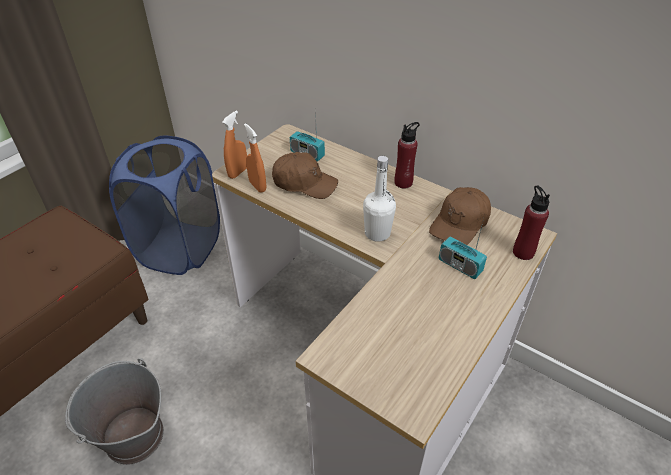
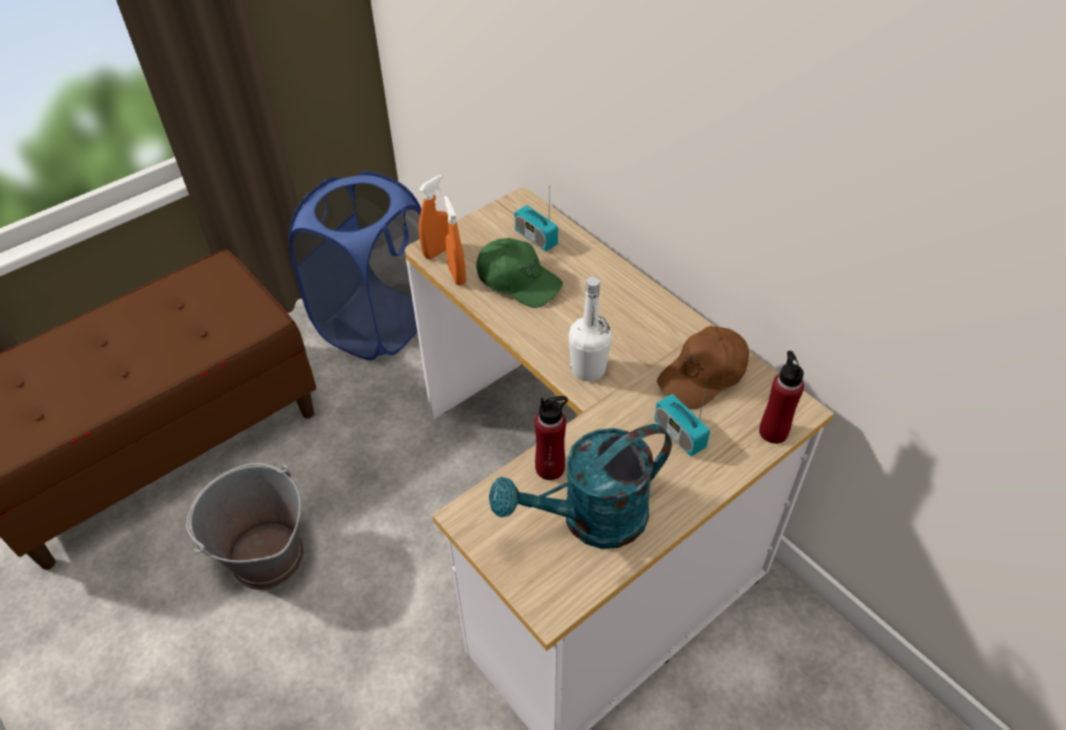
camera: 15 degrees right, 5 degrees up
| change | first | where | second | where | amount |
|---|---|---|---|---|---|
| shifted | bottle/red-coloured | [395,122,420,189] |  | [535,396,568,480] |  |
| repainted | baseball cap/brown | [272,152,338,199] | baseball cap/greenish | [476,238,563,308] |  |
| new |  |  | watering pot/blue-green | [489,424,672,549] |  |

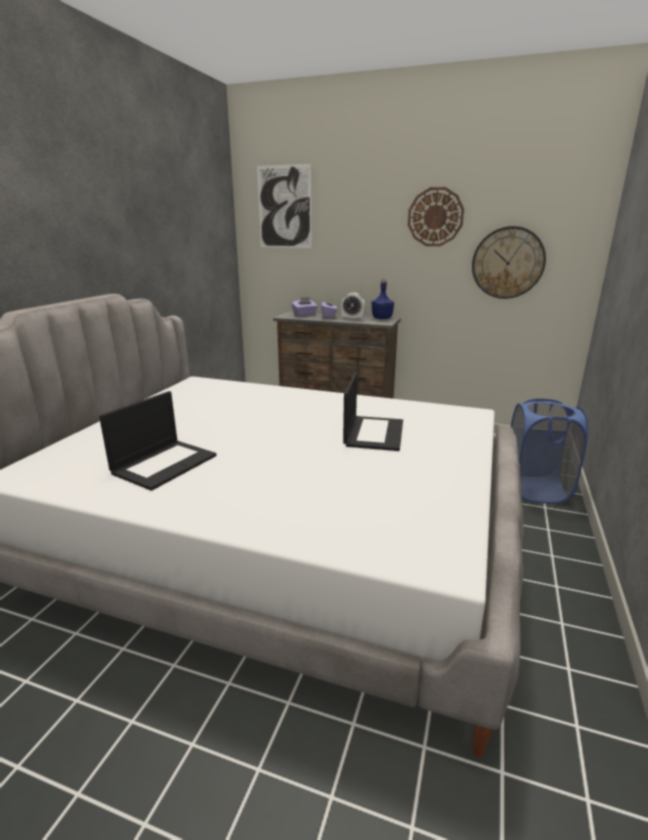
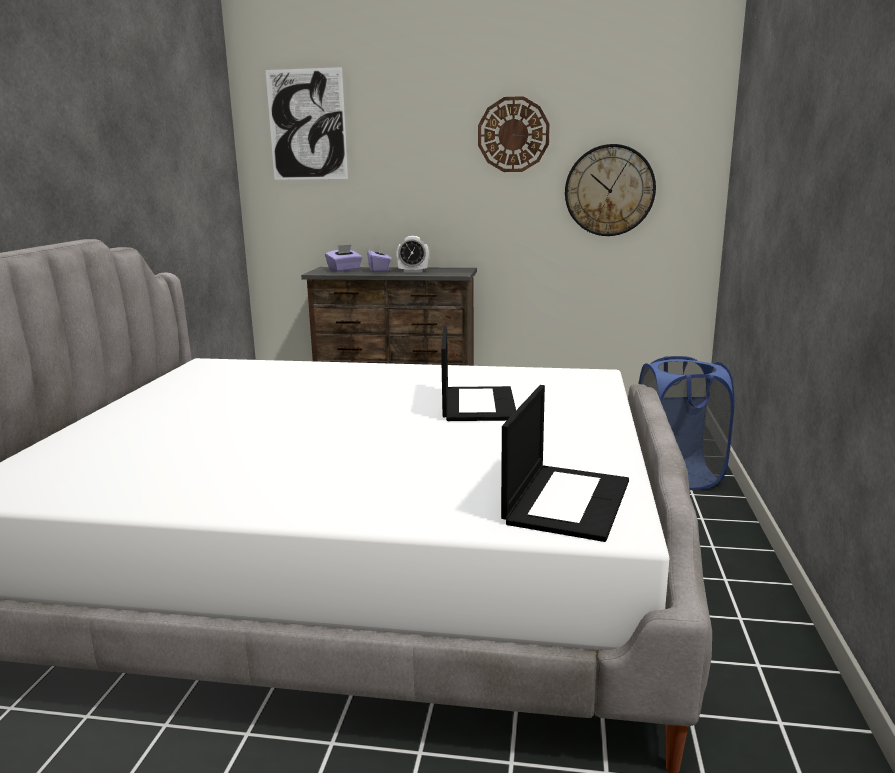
camera: 10 degrees left, 5 degrees down
| change | first | where | second | where | amount |
|---|---|---|---|---|---|
| gone | bottle/blue | [372,279,394,319] |  |  |  |
| shifted | portable computer | [99,391,217,491] |  | [501,385,629,542] |  |

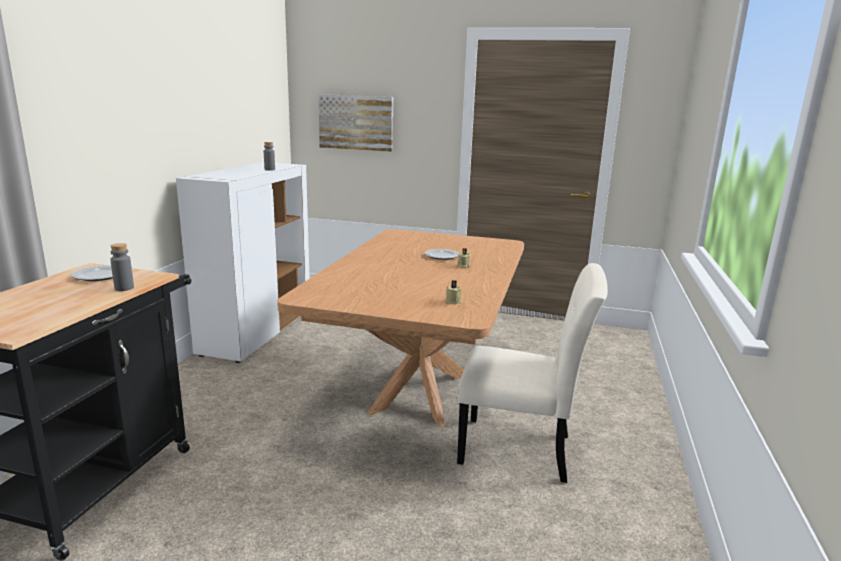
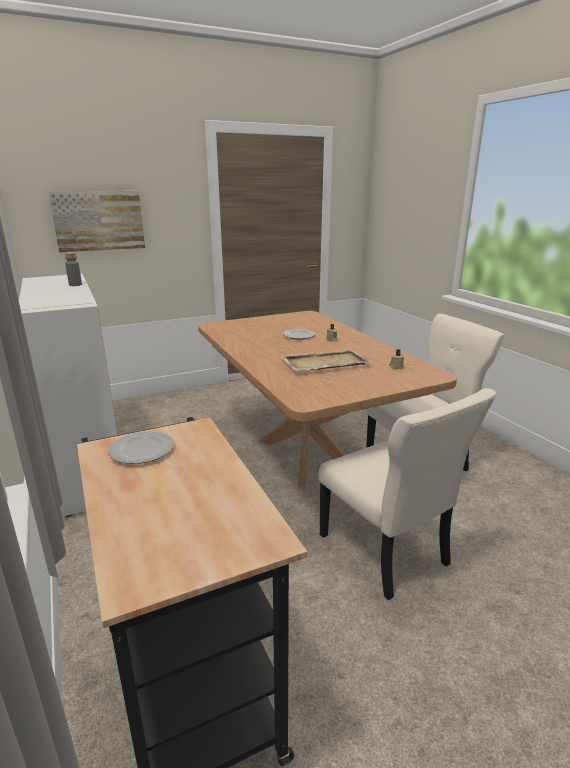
camera: 40 degrees left, 5 degrees up
| change | first | where | second | where | amount |
|---|---|---|---|---|---|
| gone | bottle/grey | [110,243,134,291] |  |  |  |
| new |  |  | tray/beige-coloured | [280,349,372,371] |  |
| new |  |  | upright chair/beige-coloured | [318,388,497,600] |  |

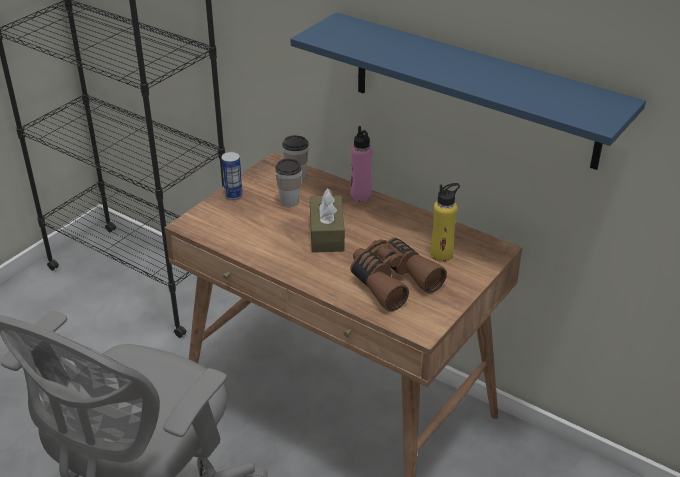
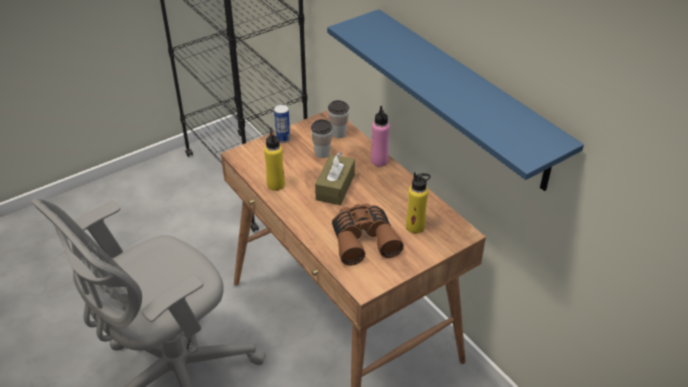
camera: 20 degrees right, 5 degrees up
| change | first | where | second | where | amount |
|---|---|---|---|---|---|
| new |  |  | bottle/yellow-coloured | [264,127,285,191] |  |

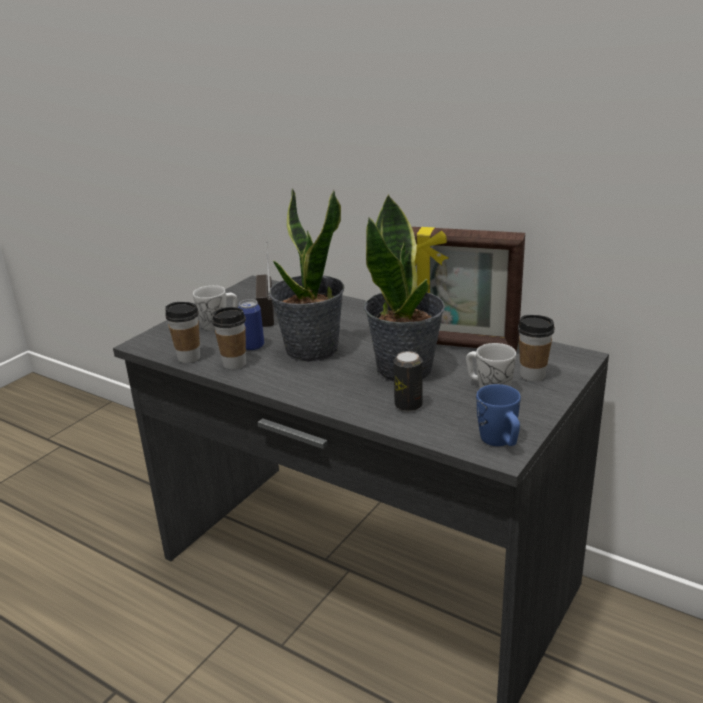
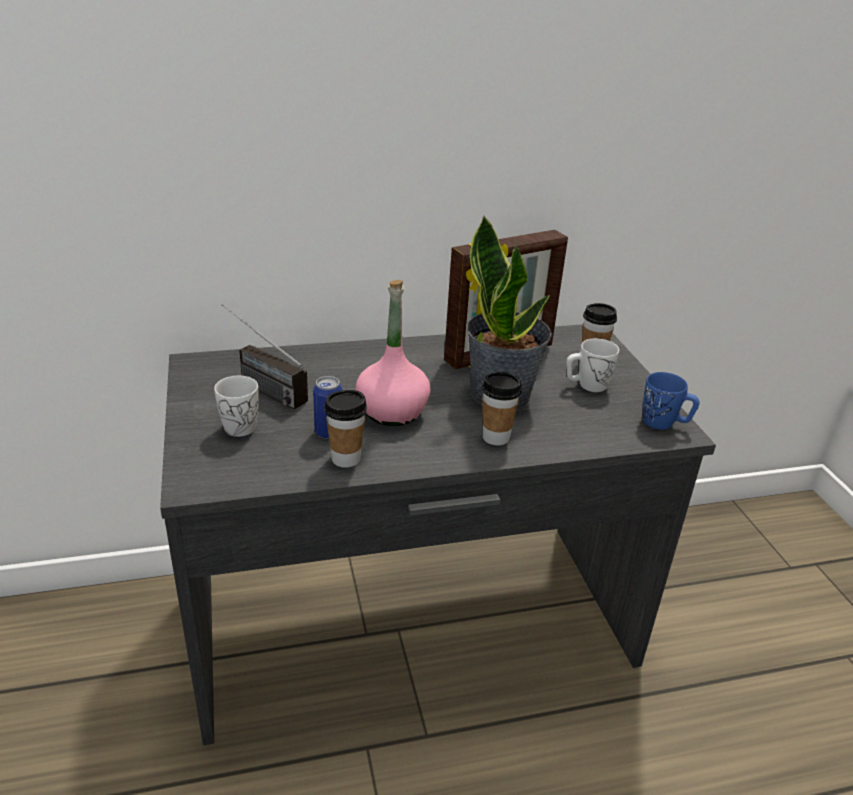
camera: 50 degrees left, 5 degrees up
| change | first | where | second | where | amount |
|---|---|---|---|---|---|
| swapped | houseplant | [269,188,344,362] | bottle/pink-coloured | [356,280,431,426] |  |
| shifted | drinking cup | [165,302,200,363] |  | [482,372,522,445] |  |
| gone | sealed can | [394,351,423,412] |  |  |  |

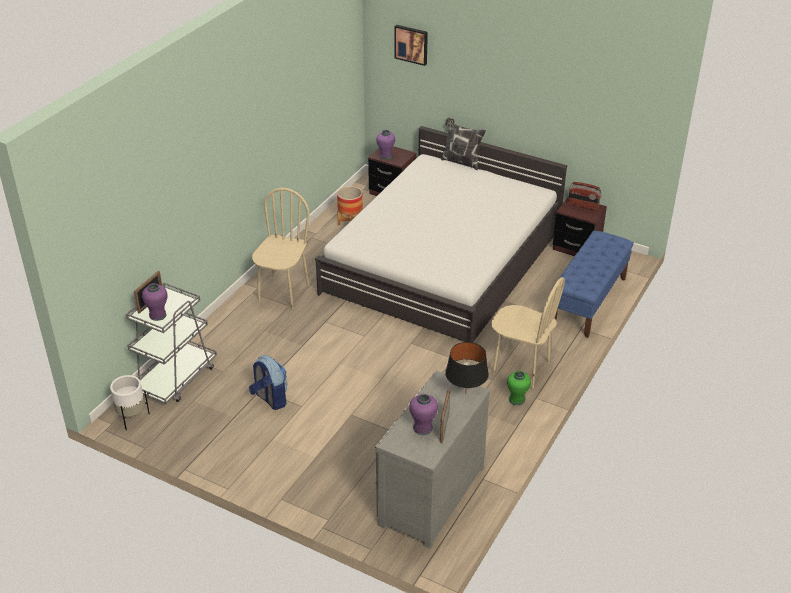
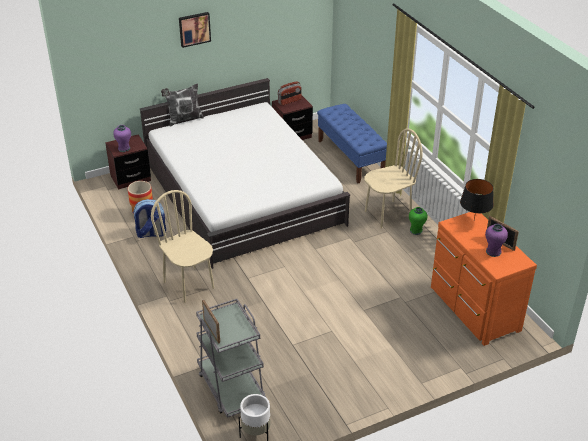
camera: 55 degrees left, 0 degrees up
| change | first | where | second | where | amount |
|---|---|---|---|---|---|
| shifted | picture | [394,25,428,66] |  | [179,12,211,48] |  |
| gone | vase/purple | [142,283,168,321] |  |  |  |
| shifted | knapsack | [249,355,288,410] |  | [133,199,166,238] |  |
| repainted | dresser/grey | [375,370,490,549] | dresser/orange-coloured | [431,212,537,346] |  |

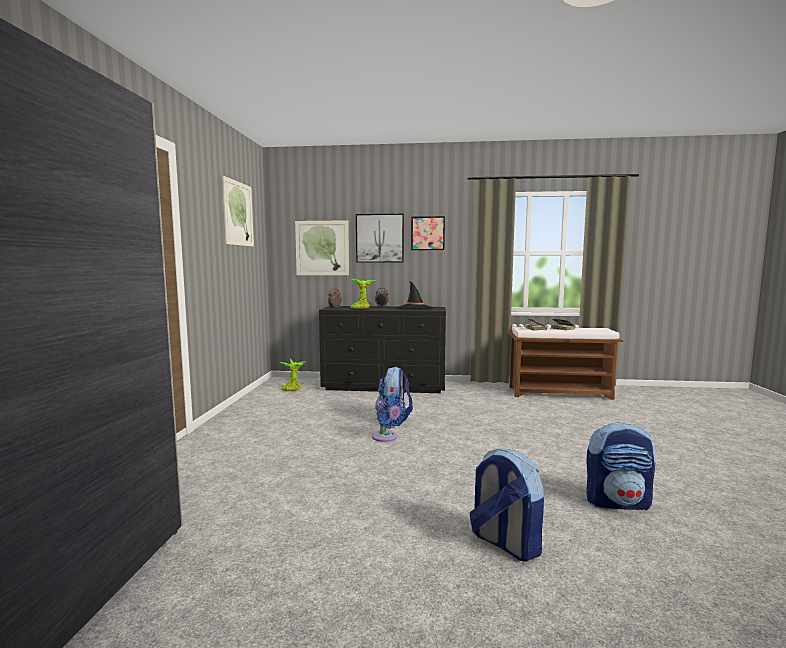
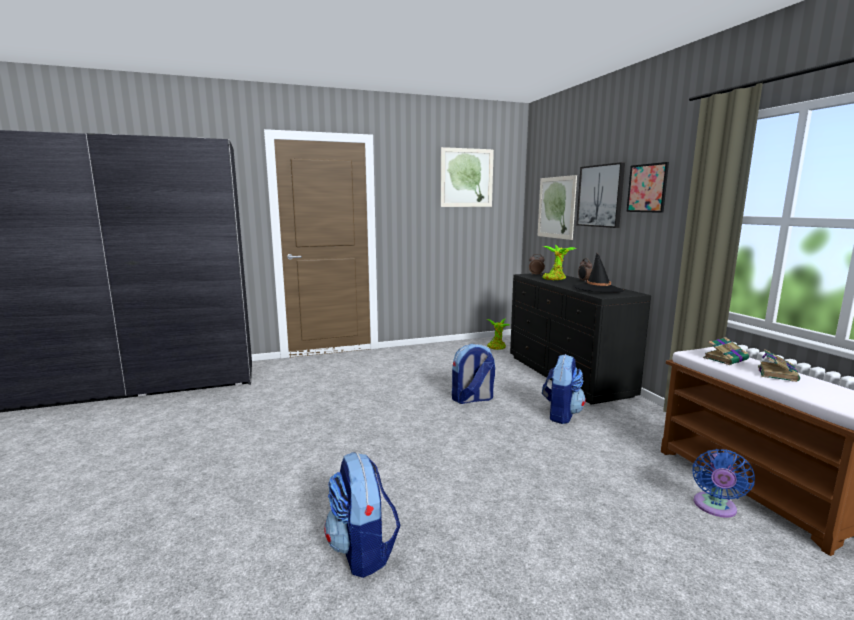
camera: 65 degrees right, 5 degrees up
| change | first | where | second | where | amount |
|---|---|---|---|---|---|
| shifted | electric fan/blue | [372,394,406,442] |  | [692,449,755,518] |  |
| shifted | knapsack | [469,449,544,562] |  | [542,354,586,424] |  |

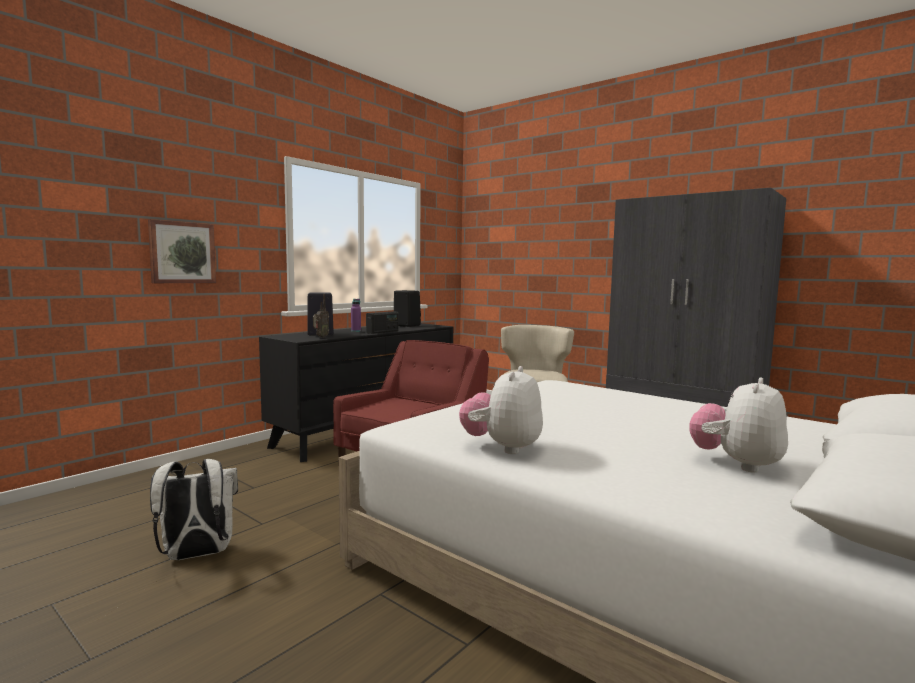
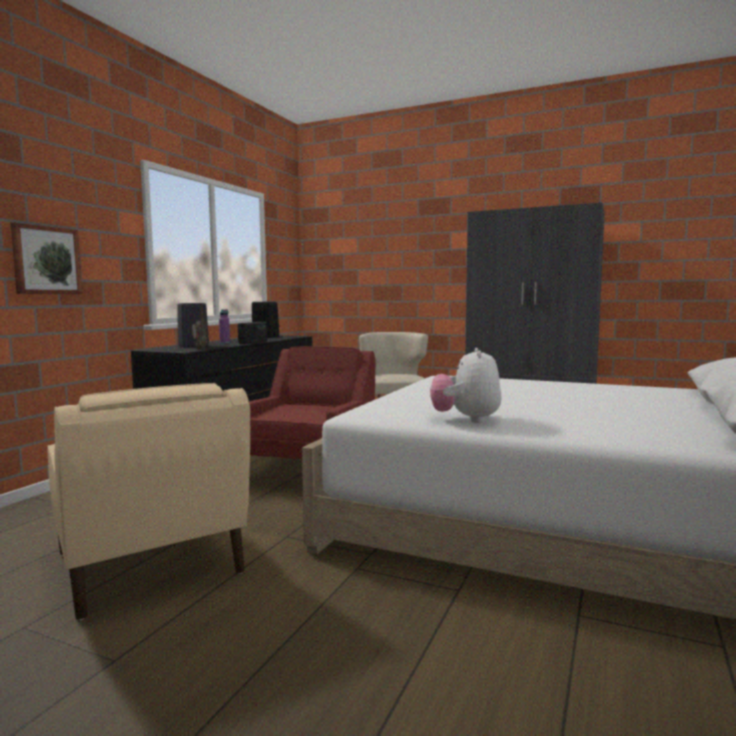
camera: 15 degrees left, 0 degrees up
| change | first | where | second | where | amount |
|---|---|---|---|---|---|
| gone | soft toy | [689,377,788,473] |  |  |  |
| swapped | knapsack/white-coloured | [150,459,238,560] | lounge chair/beige-coloured | [47,383,250,620] |  |

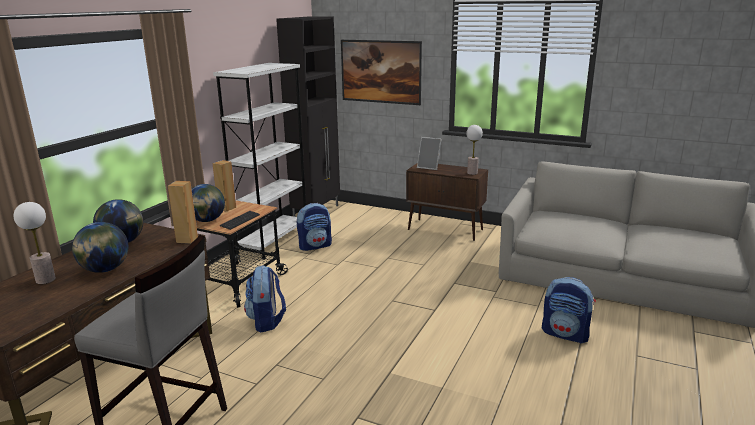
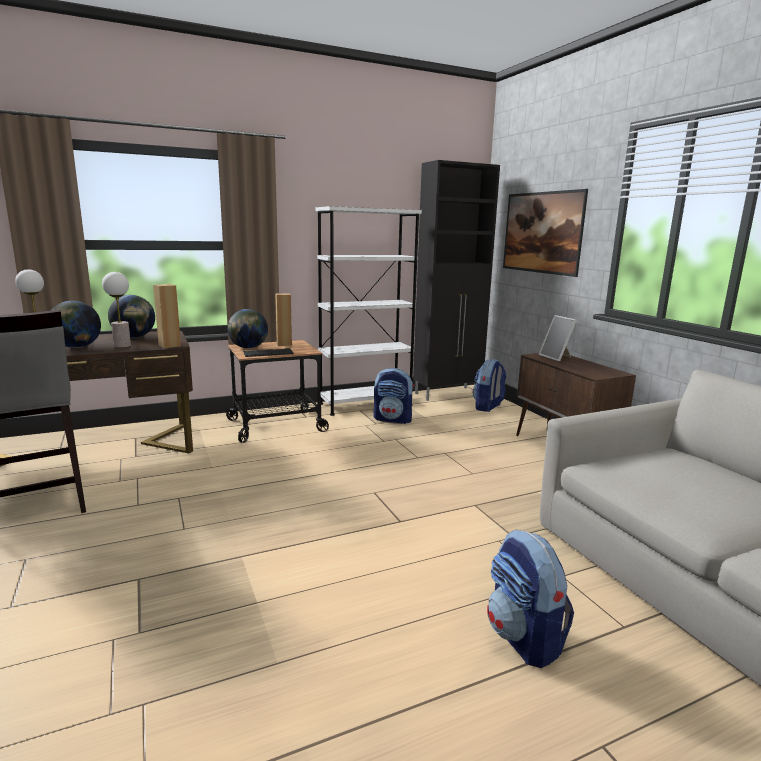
camera: 40 degrees right, 5 degrees down
| change | first | where | second | where | amount |
|---|---|---|---|---|---|
| shifted | tabletop lamp | [466,125,483,175] |  | [102,272,131,348] |  |
| shifted | knapsack | [244,265,286,332] |  | [473,359,507,412] |  |

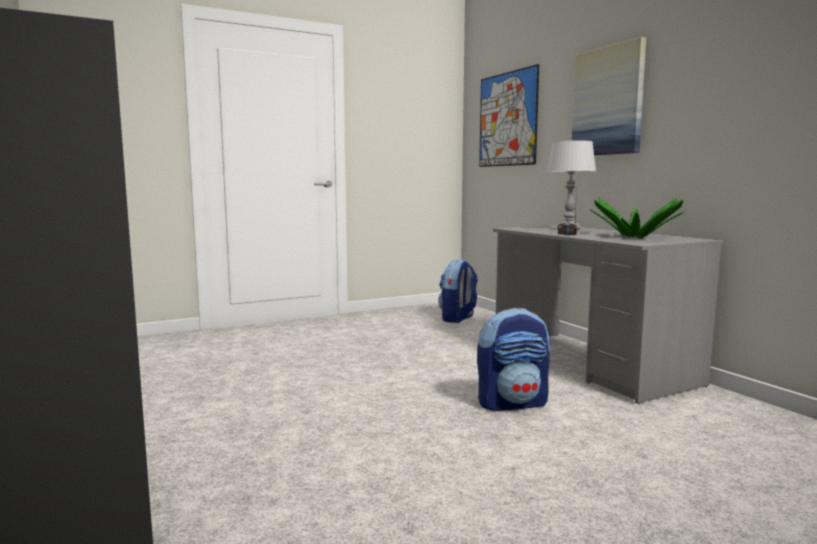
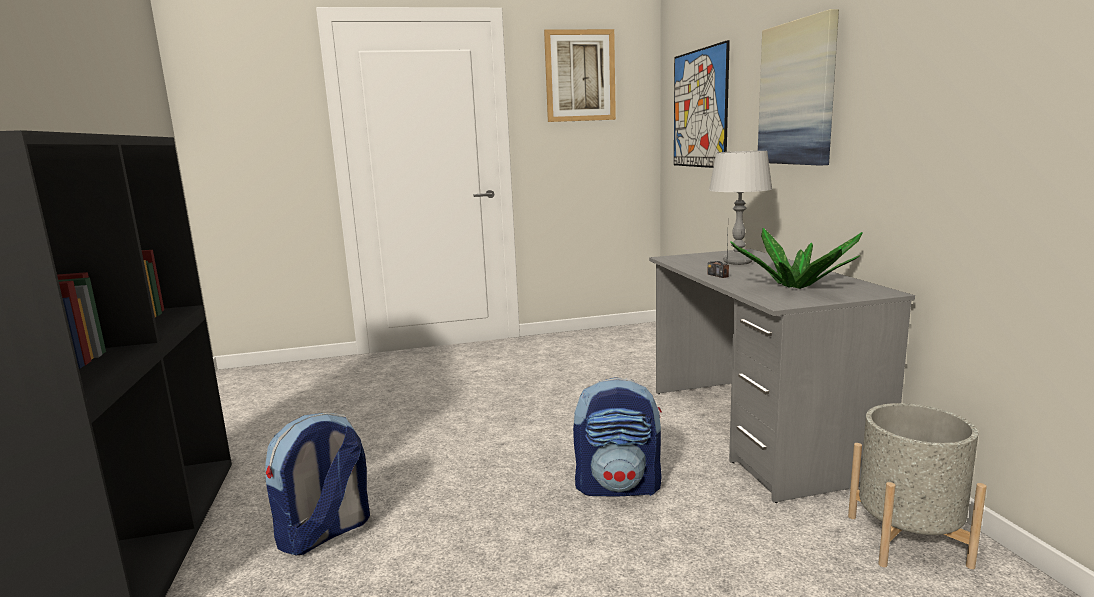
camera: 15 degrees right, 5 degrees up
| change | first | where | second | where | amount |
|---|---|---|---|---|---|
| shifted | knapsack | [438,259,478,323] |  | [265,413,370,556] |  |
| new |  |  | picture | [544,29,616,122] |  |
| new |  |  | plant pot/grey | [848,403,987,569] |  |

